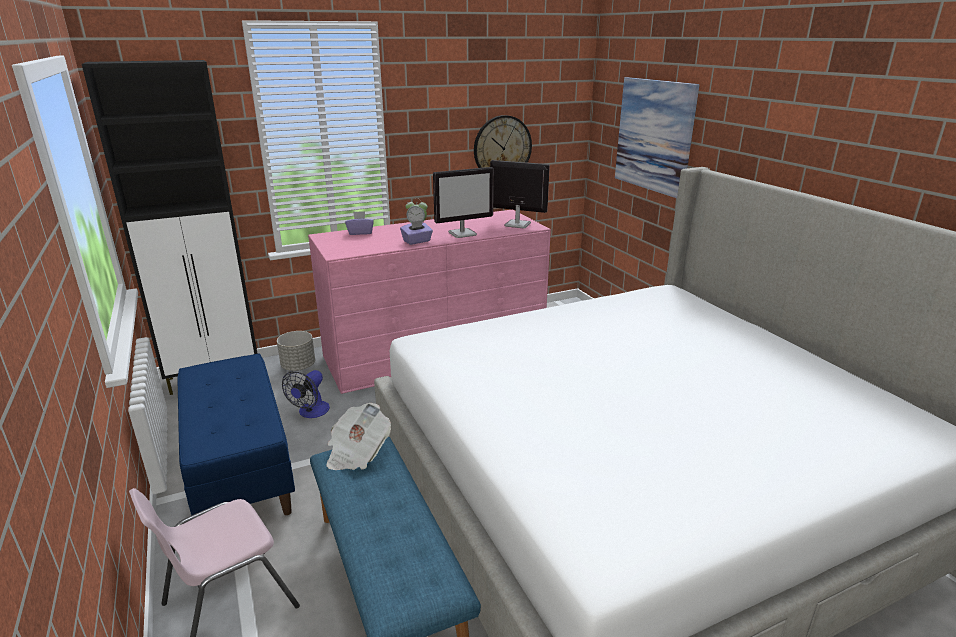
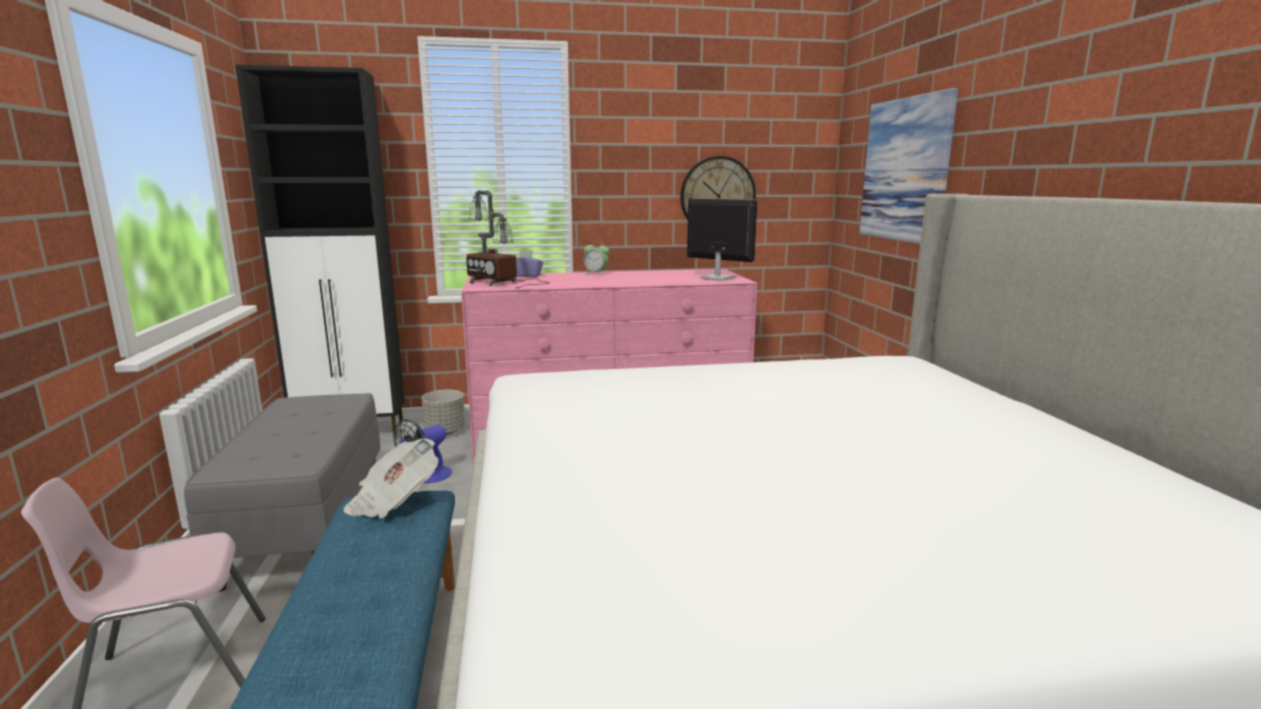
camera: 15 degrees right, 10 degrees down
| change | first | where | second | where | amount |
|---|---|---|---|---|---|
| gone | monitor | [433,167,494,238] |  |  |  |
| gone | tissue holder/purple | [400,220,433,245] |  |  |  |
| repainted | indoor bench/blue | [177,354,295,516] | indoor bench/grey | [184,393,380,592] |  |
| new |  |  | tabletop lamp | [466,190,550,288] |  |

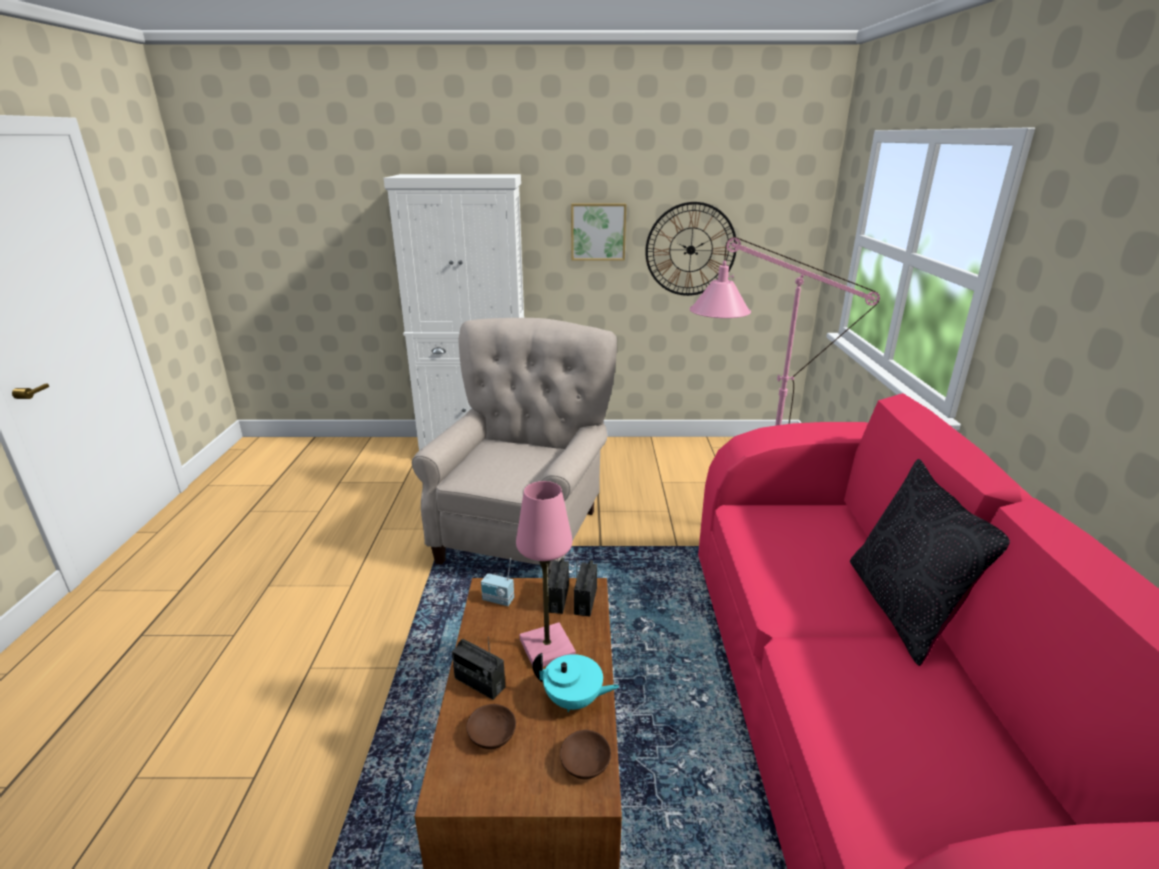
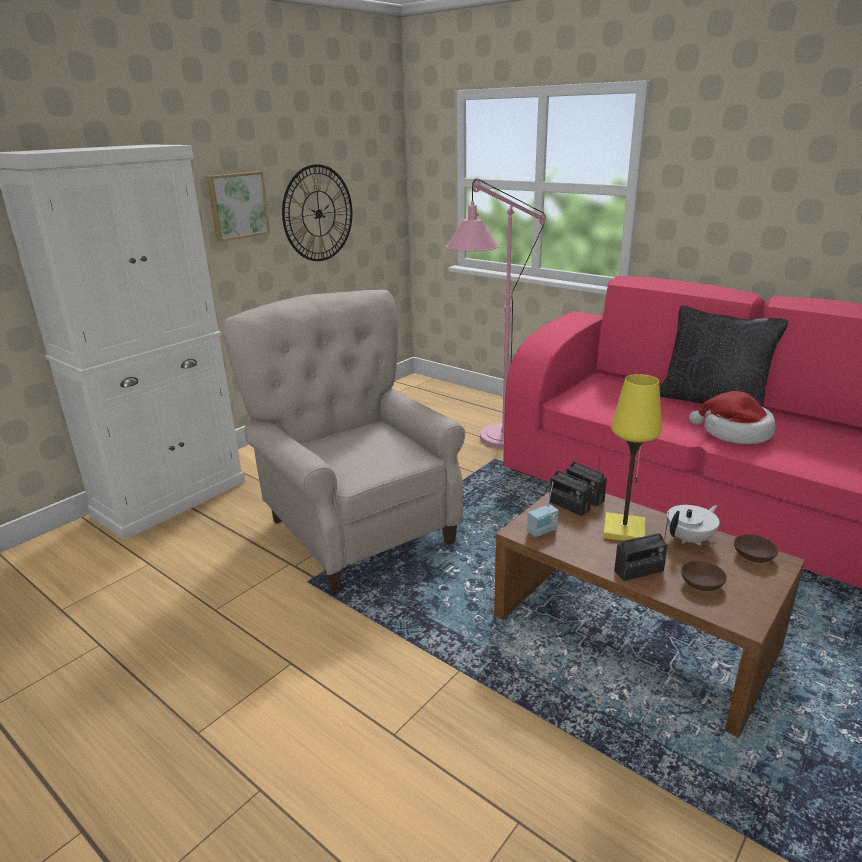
camera: 50 degrees left, 0 degrees up
| change | first | where | second | where | amount |
|---|---|---|---|---|---|
| repainted | tabletop lamp/pink-coloured | [516,481,576,667] | tabletop lamp/yellow-coloured | [603,374,662,541] |  |
| repainted | teapot/blue-green | [532,653,619,712] | teapot/white-coloured | [667,505,720,546] |  |
| new |  |  | wearable hat | [689,391,775,444] |  |

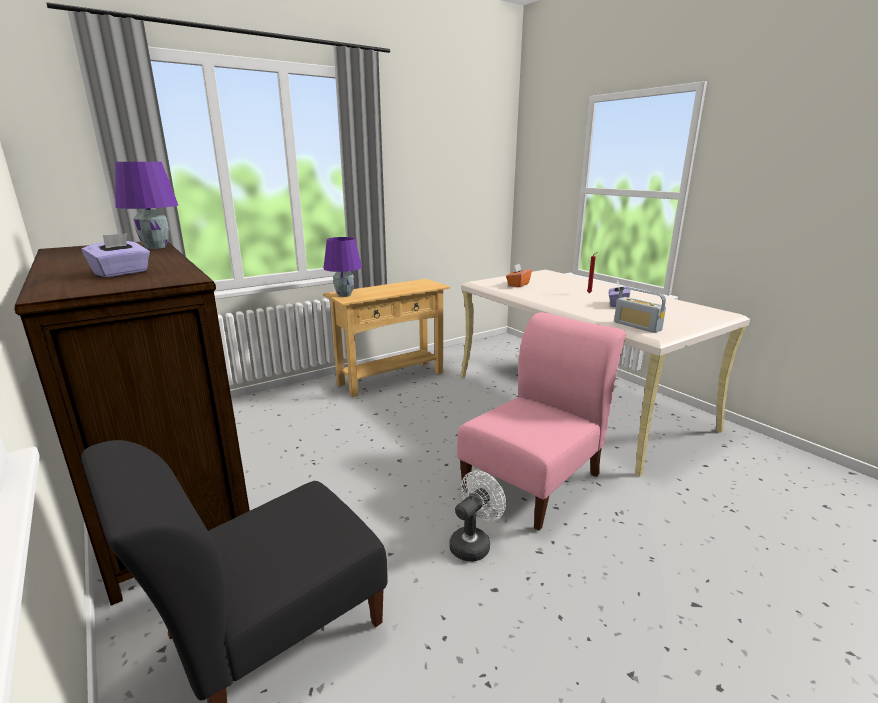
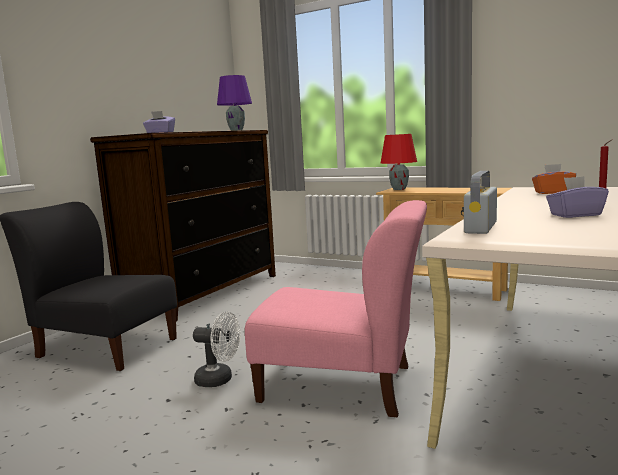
camera: 65 degrees right, 10 degrees down
| change | first | where | second | where | amount |
|---|---|---|---|---|---|
| repainted | tabletop lamp/purple | [323,237,362,297] | tabletop lamp/red-coloured | [381,134,417,190] |  |

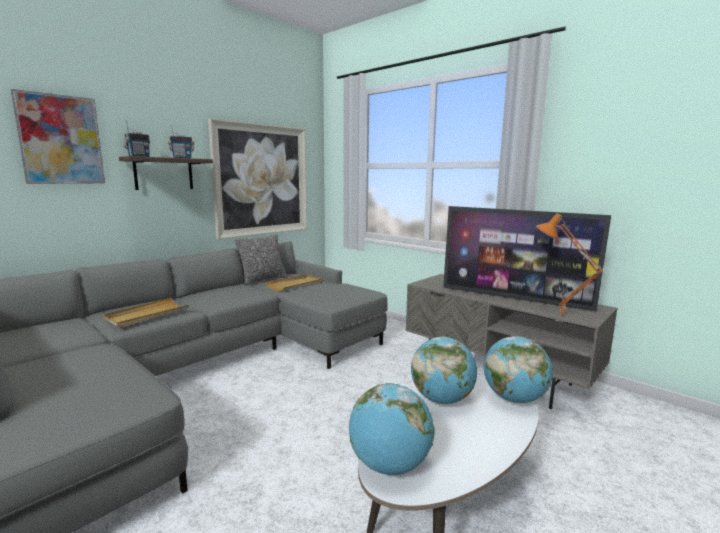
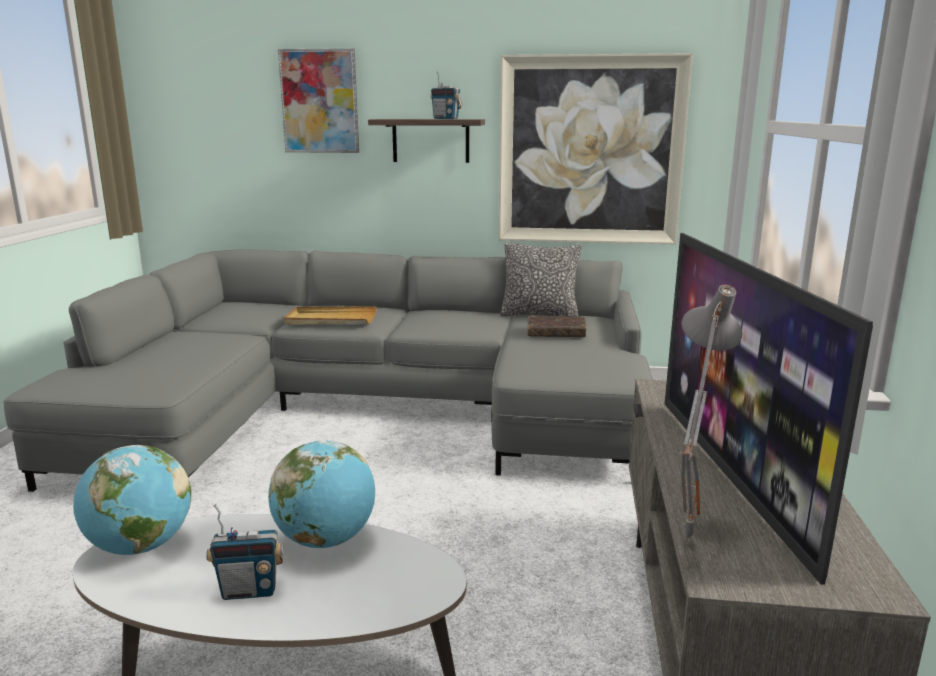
camera: 55 degrees right, 5 degrees up
| change | first | where | second | where | amount |
|---|---|---|---|---|---|
| shifted | radio set | [123,120,150,157] |  | [206,504,283,600] |  |
| repainted | tabletop lamp/orange-coloured | [536,213,604,317] | tabletop lamp/grey | [679,285,742,544] |  |
| swapped | tray/beige-coloured | [265,275,323,291] | book/brown | [527,315,587,337] |  |
| gone | desk globe | [484,336,553,403] |  |  |  |

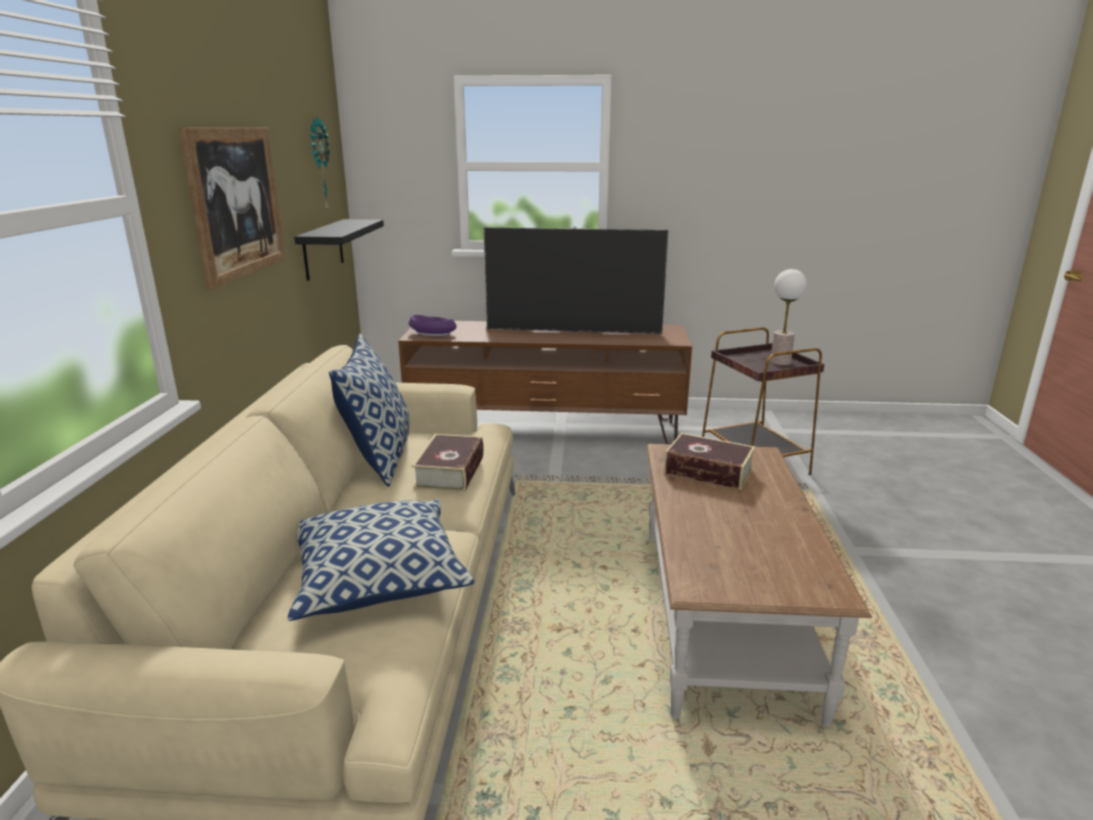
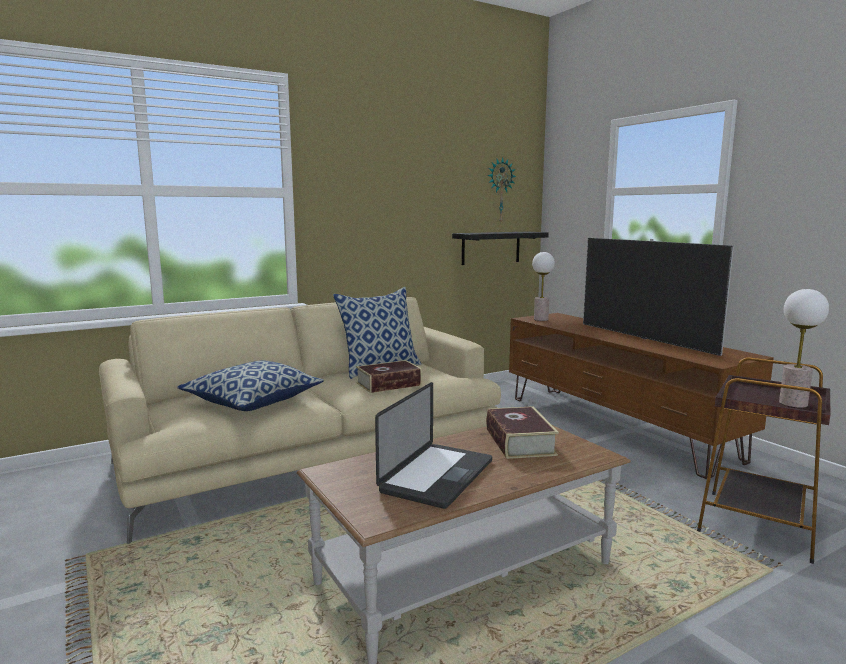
camera: 55 degrees right, 10 degrees down
| change | first | where | second | where | amount |
|---|---|---|---|---|---|
| gone | picture | [178,127,286,290] |  |  |  |
| swapped | serving bowl/purple | [409,315,457,336] | tabletop lamp | [532,252,555,321] |  |
| new |  |  | portable computer | [375,382,492,509] |  |

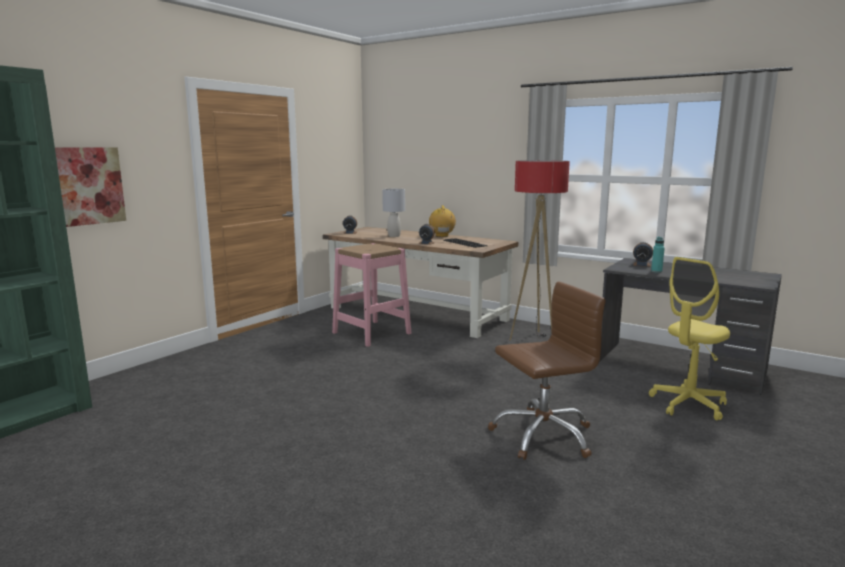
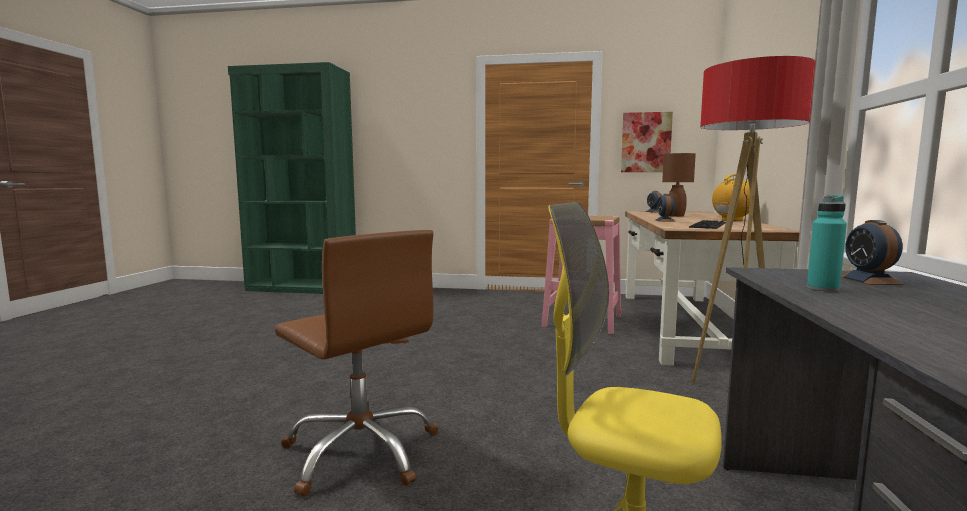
camera: 65 degrees right, 5 degrees down
| change | first | where | second | where | amount |
|---|---|---|---|---|---|
| shifted | picture | [55,147,126,227] |  | [621,112,673,172] |  |
| repainted | tabletop lamp/grey | [382,189,405,237] | tabletop lamp/brown | [662,153,696,217] |  |

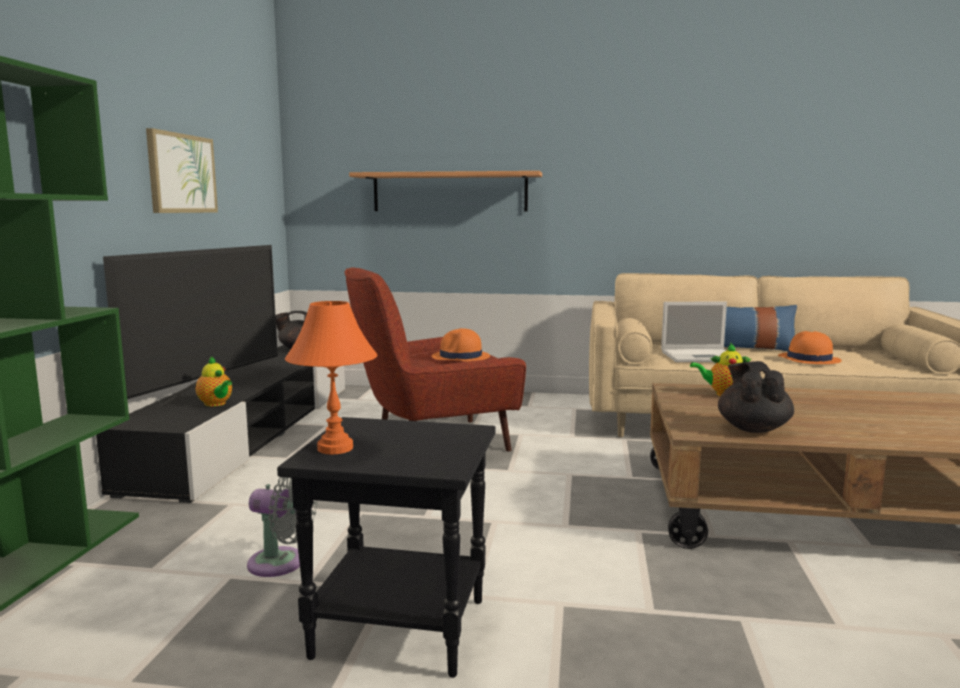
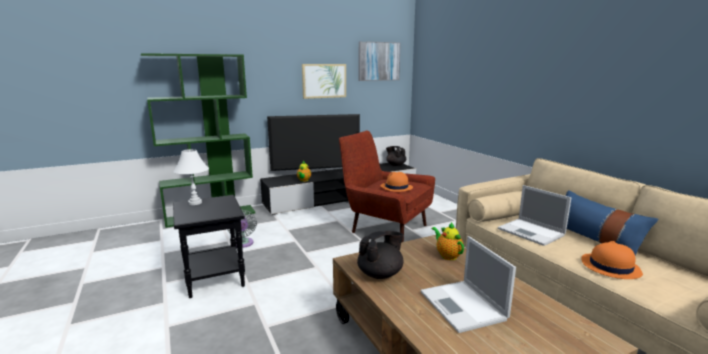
camera: 55 degrees right, 5 degrees up
| change | first | where | second | where | amount |
|---|---|---|---|---|---|
| gone | bracket shelf | [349,171,542,211] |  |  |  |
| repainted | tabletop lamp/orange-coloured | [285,301,377,454] | tabletop lamp/white-coloured | [173,149,209,205] |  |
| new |  |  | picture | [359,41,401,81] |  |
| new |  |  | portable computer | [420,236,516,333] |  |

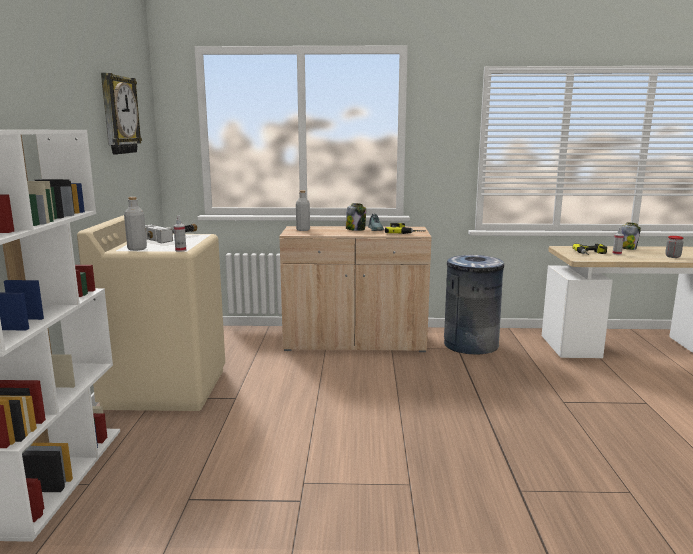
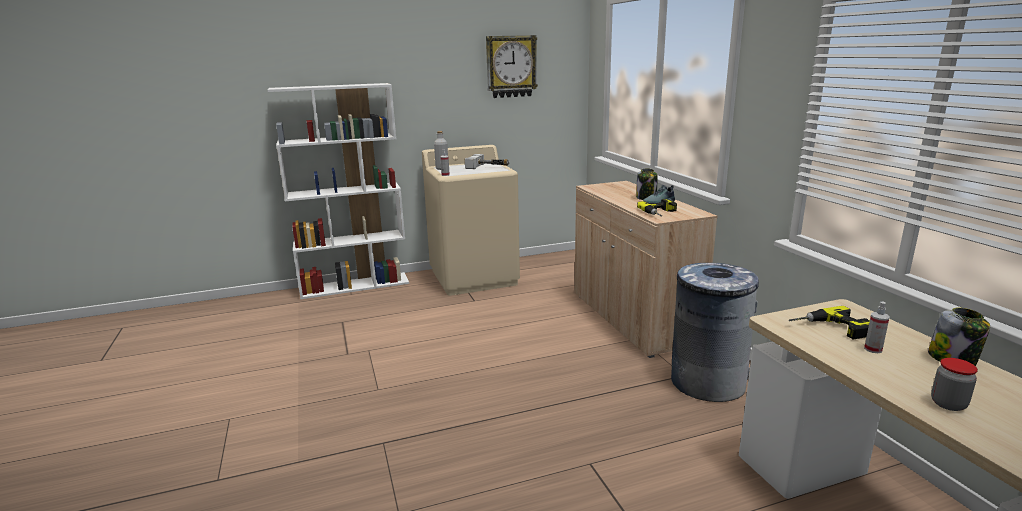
camera: 70 degrees right, 5 degrees up
| change | first | where | second | where | amount |
|---|---|---|---|---|---|
| gone | bottle/grey | [296,190,310,231] |  |  |  |

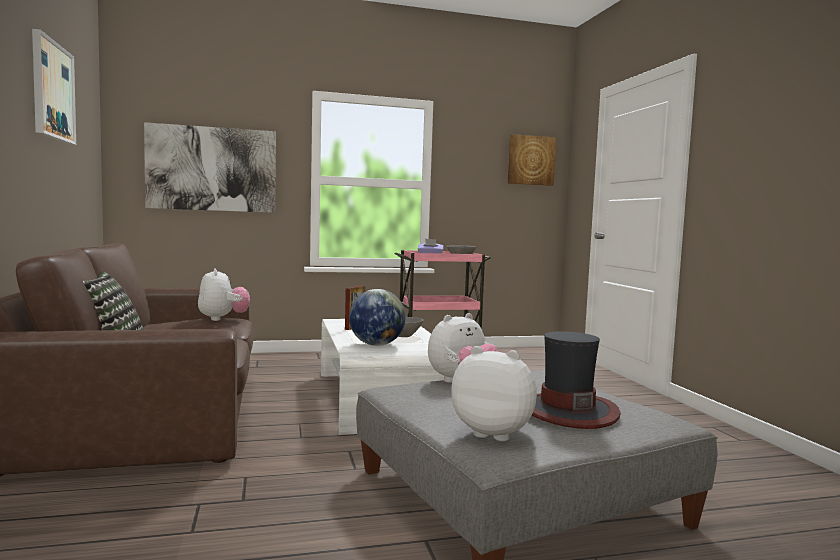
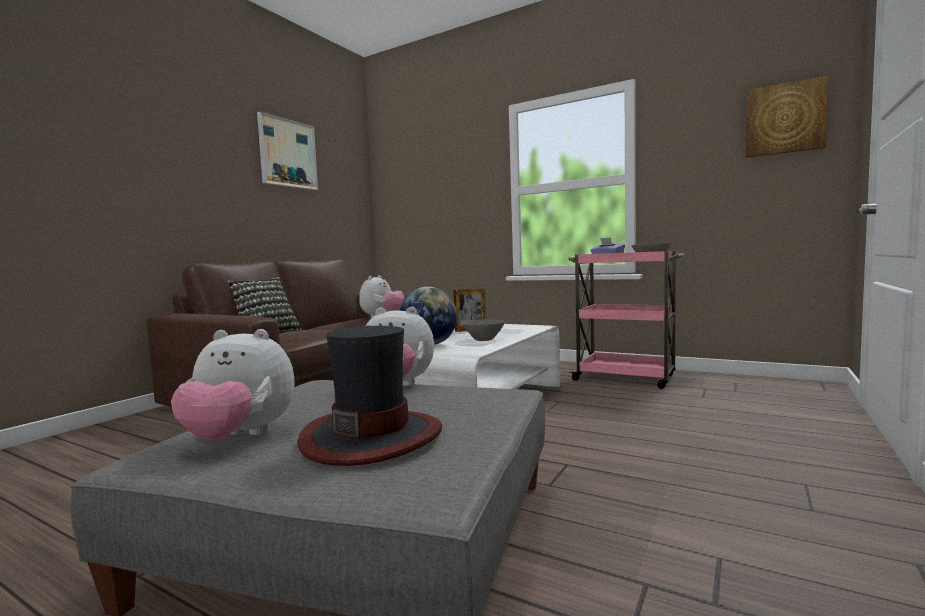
camera: 45 degrees right, 0 degrees up
| change | first | where | second | where | amount |
|---|---|---|---|---|---|
| gone | picture | [144,122,276,213] |  |  |  |
| rotated | soft toy | [451,346,537,442] |  | [171,329,295,441] | 120 degrees clockwise |

